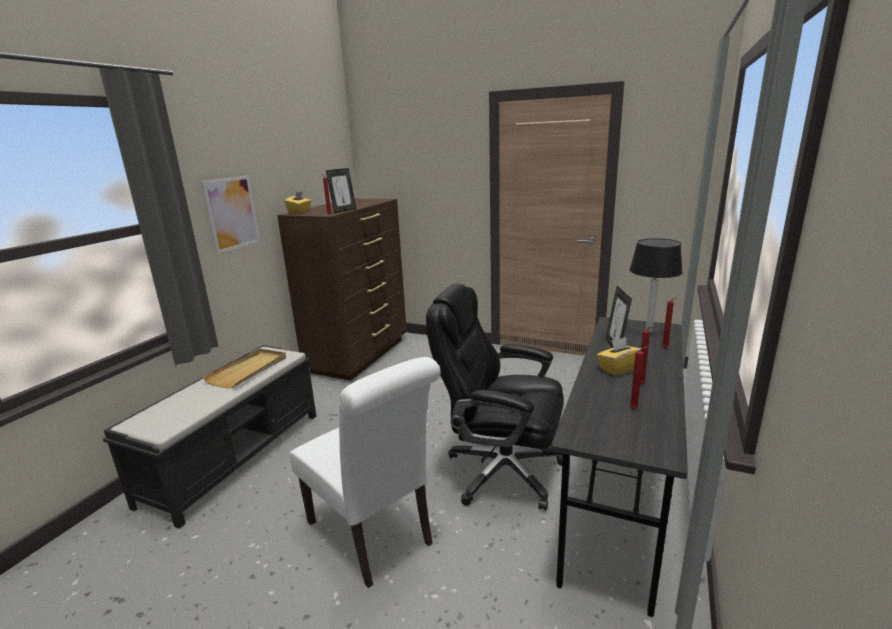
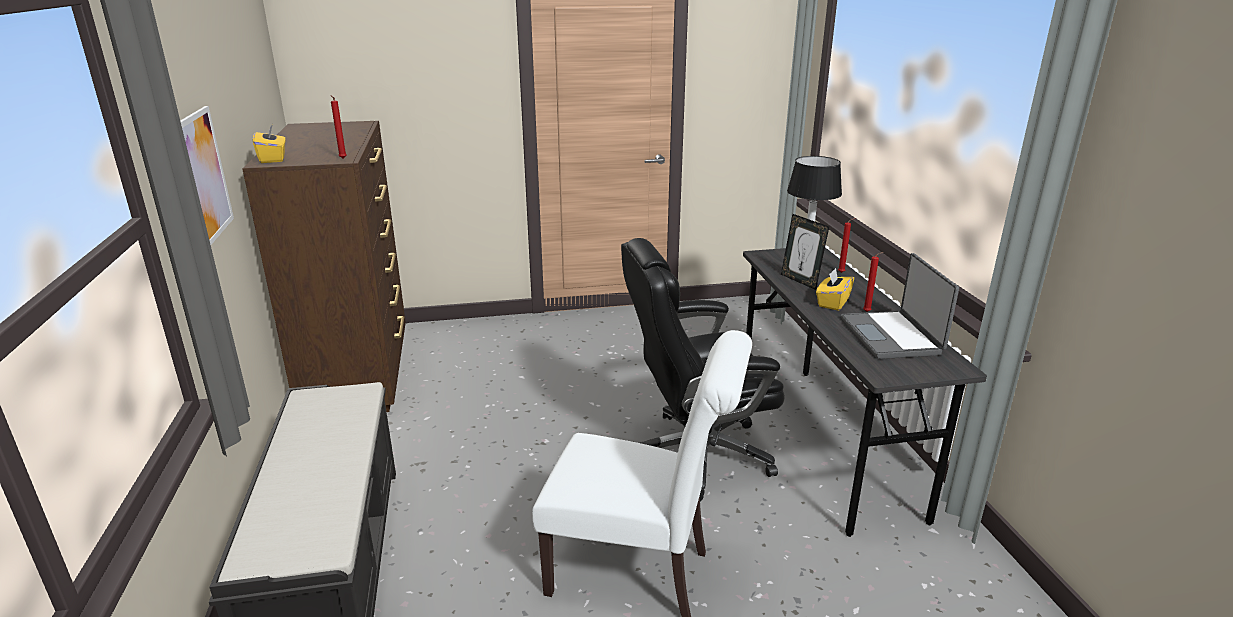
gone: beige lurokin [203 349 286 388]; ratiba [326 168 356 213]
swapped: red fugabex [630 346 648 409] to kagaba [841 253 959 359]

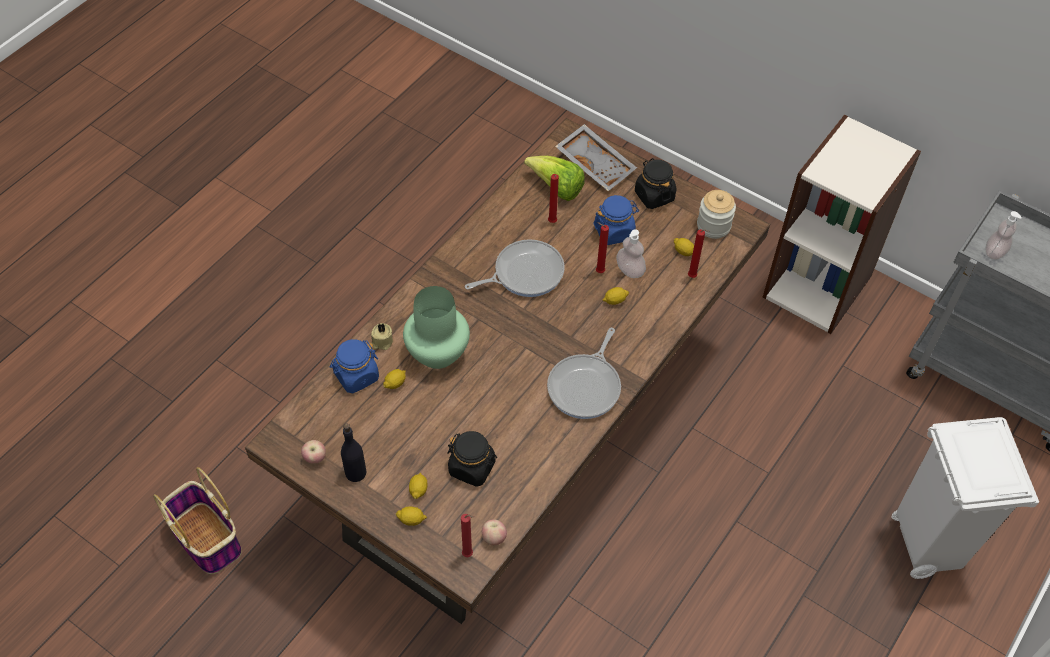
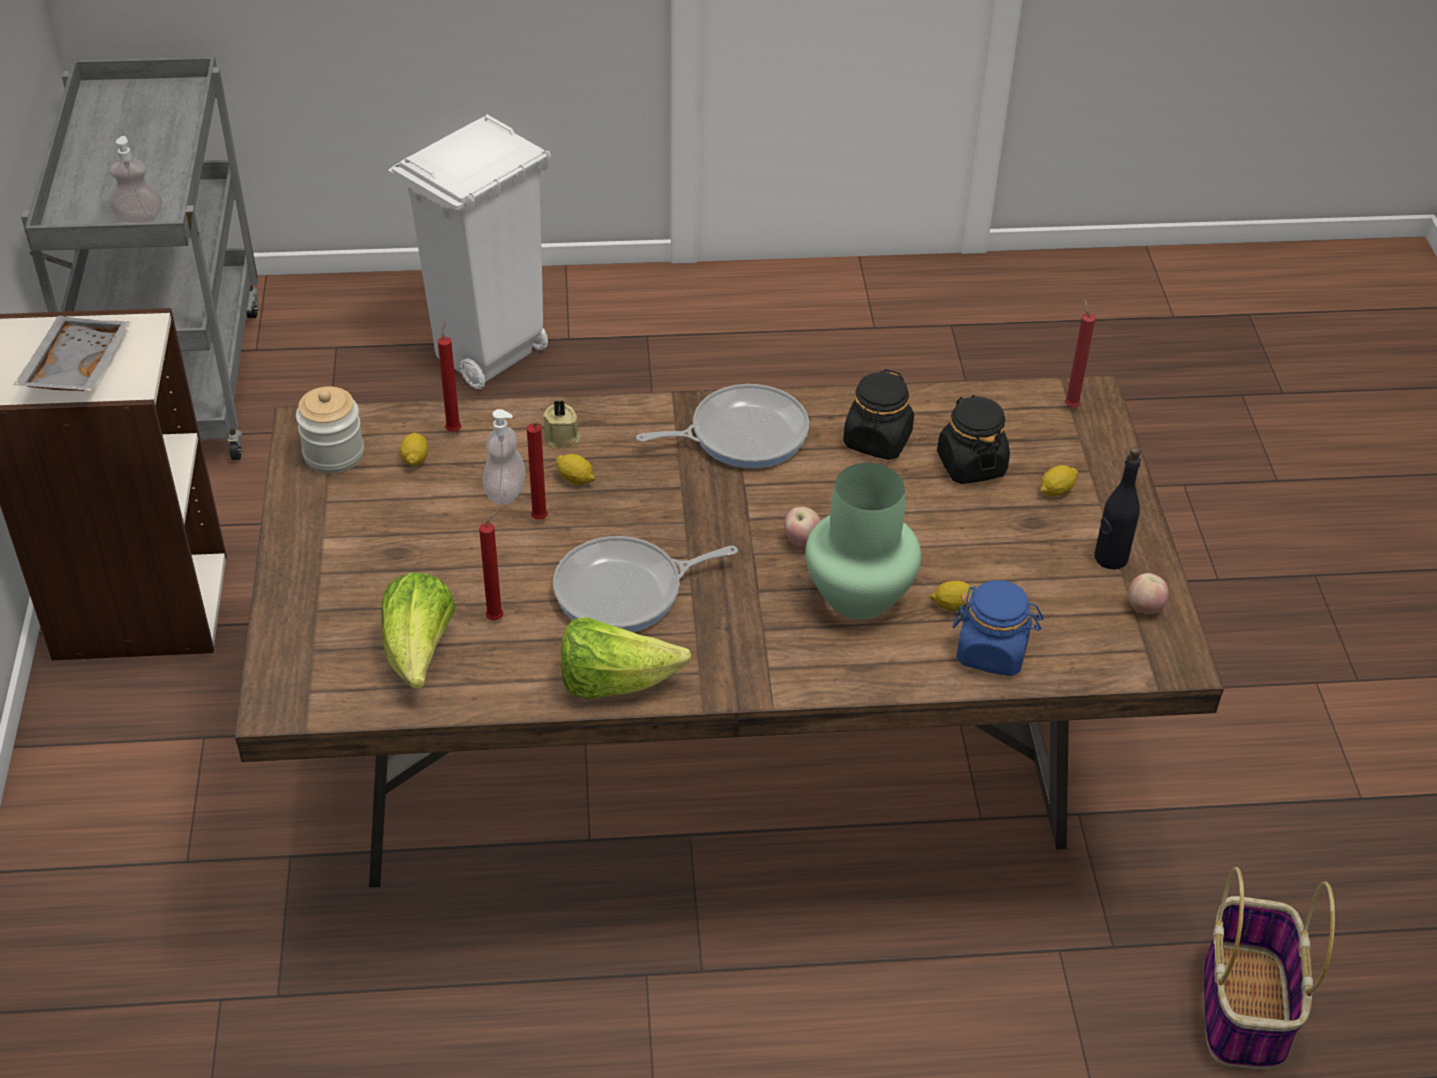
gone: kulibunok [395 506 427 526]; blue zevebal [593 195 639 245]
new: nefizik [561 617 691 699]
shifted: beige fugabex [371 323 393 350] to [543 400 581 448]; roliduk [482 520 507 546] to [784 507 821 547]; grey lurokin [555 124 637 191] to [14 316 132 391]; black zevebal [635 158 676 209] to [843 369 914 460]
rotated: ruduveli [465 239 565 297] = [553 536 738 632] 45 degrees counterclockwise

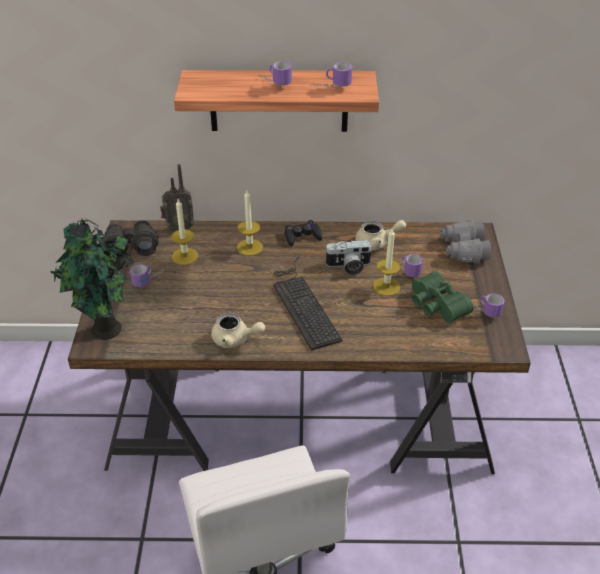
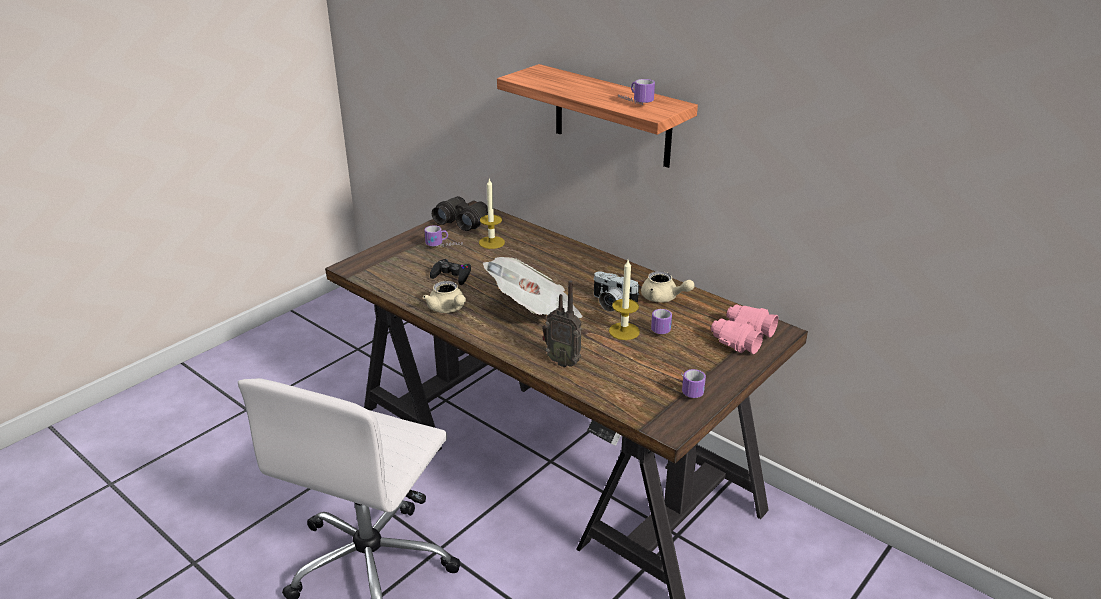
gone: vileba [51 219 134 340]; fugabex [237 191 263 256]; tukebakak [258 61 292 86]; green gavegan [412 271 474 323]
shifted: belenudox [160 164 194 231] to [542 280 582 367]; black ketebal [285 220 322 246] to [430 259 471 285]
swapped: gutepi [273 256 342 351] to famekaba [483 257 583 318]
repainted: grey gavegan [441 220 491 263] to pink gavegan [711 304 778 354]

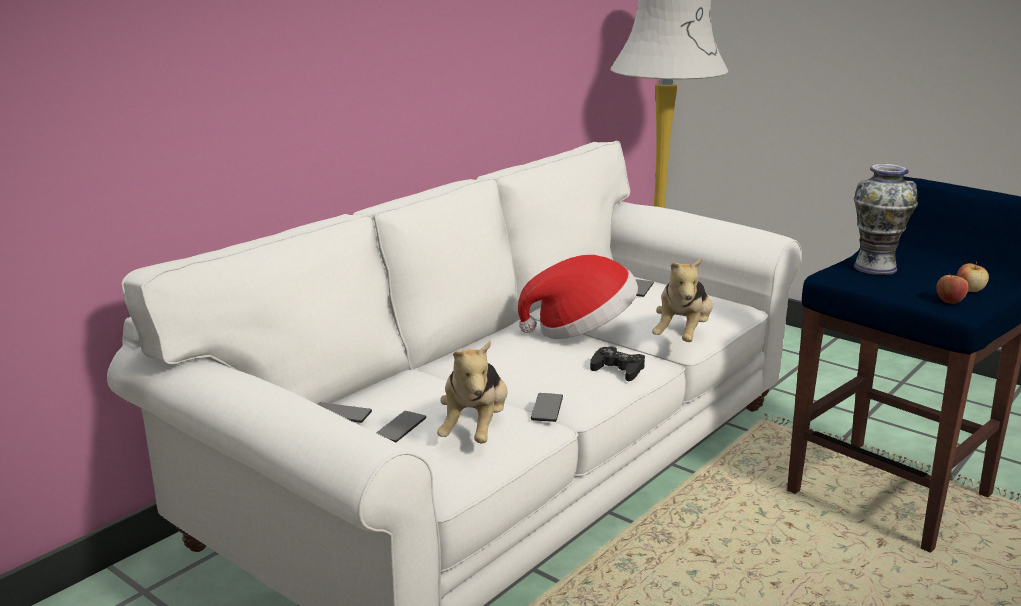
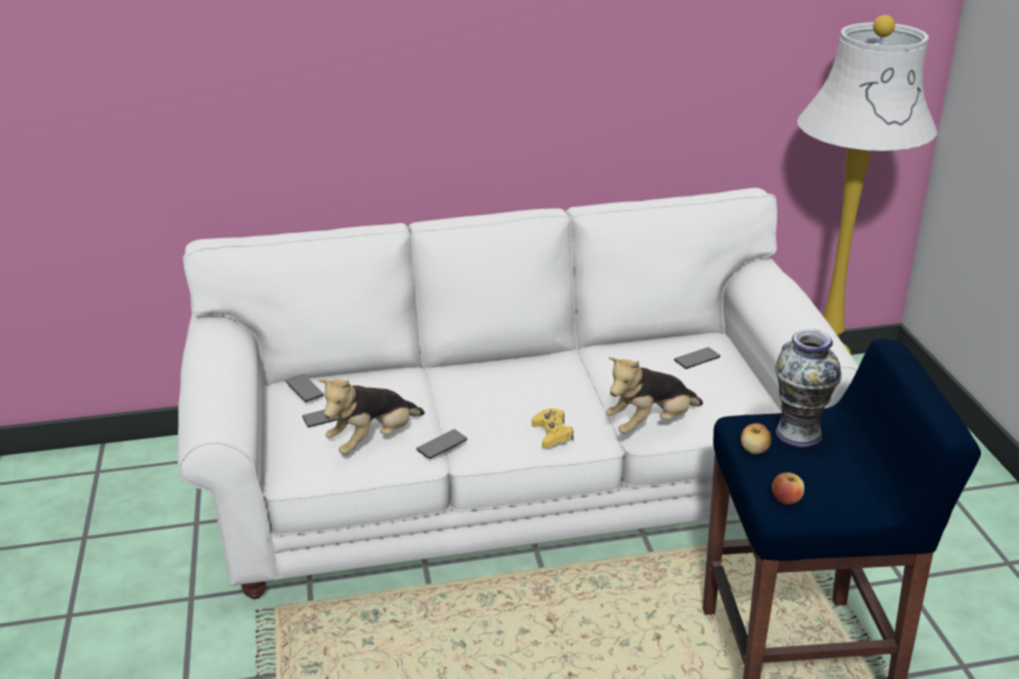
gone: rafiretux [518 255 638 339]
shifted: roliduk [957 262 989 292] to [741 423 771 454]
repainted: black ketebal [590 346 645 381] to yellow ketebal [532 408 574 449]

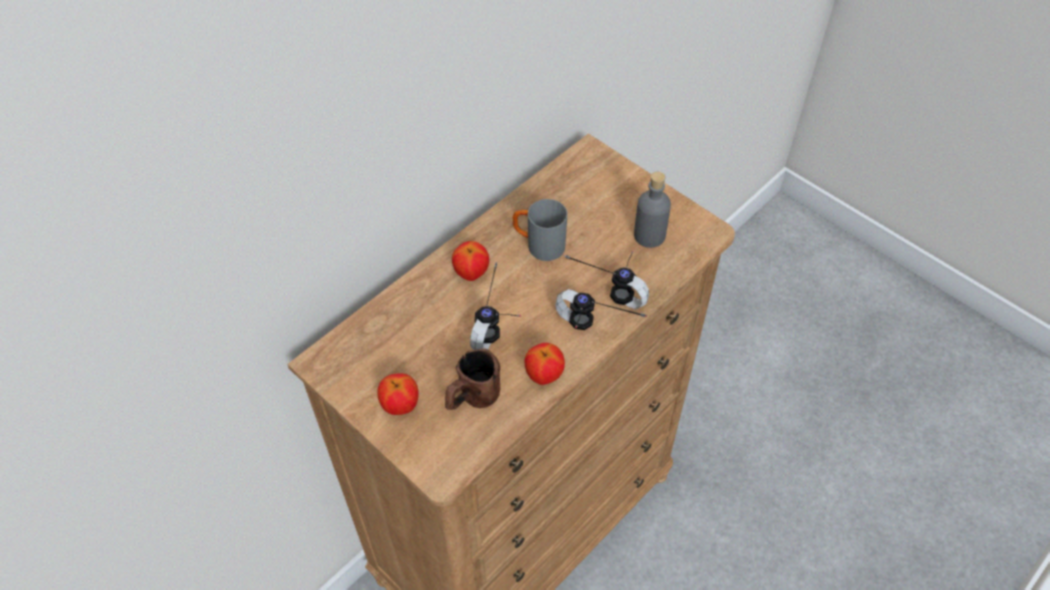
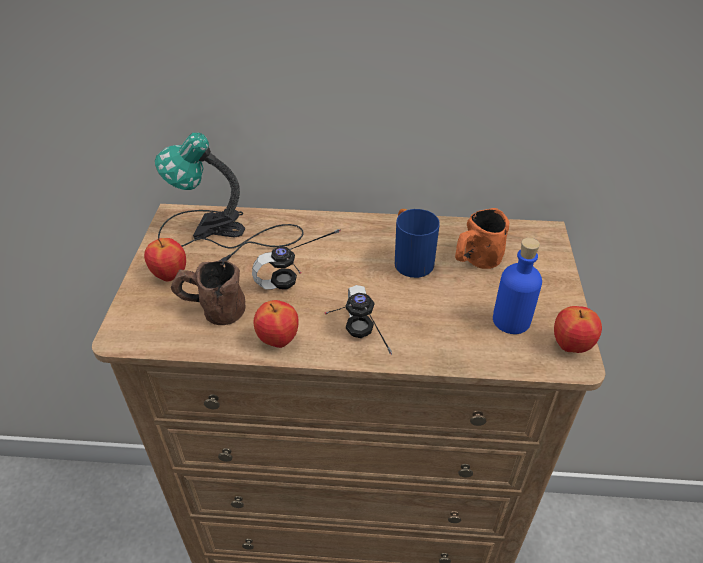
gone: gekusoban [564 251 649 309]
new: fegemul [155 132 304 265]; orange tukebakak [455 208 509 269]
shifted: roliduk [452 241 489 281] to [554 306 602 353]
repainted: grey tukebakak [513 199 568 261] to blue tukebakak [395 209 440 278]; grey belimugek [634 172 671 248] to blue belimugek [493 238 542 334]

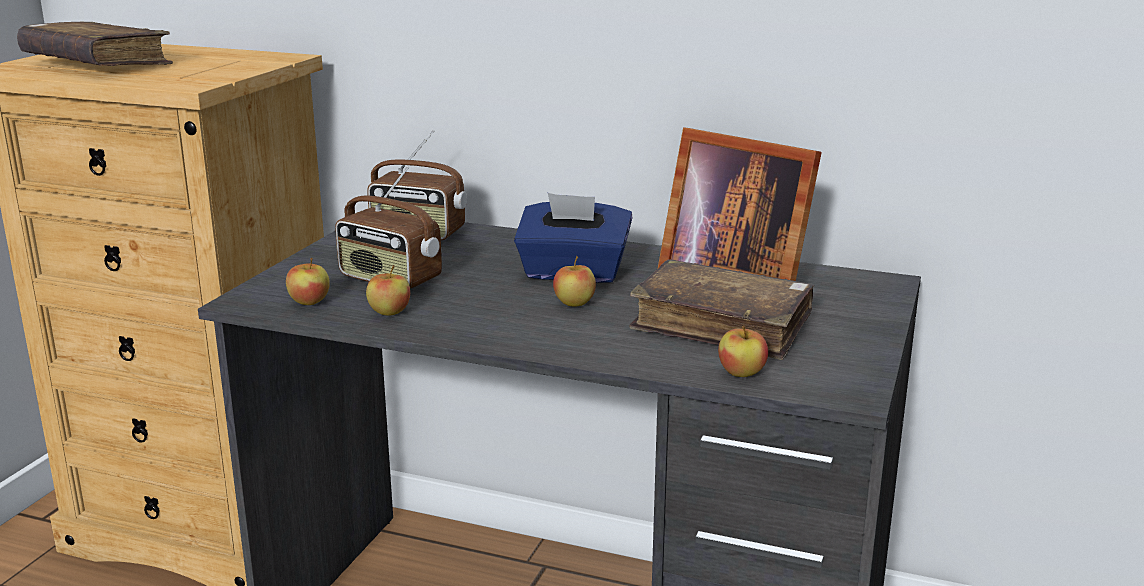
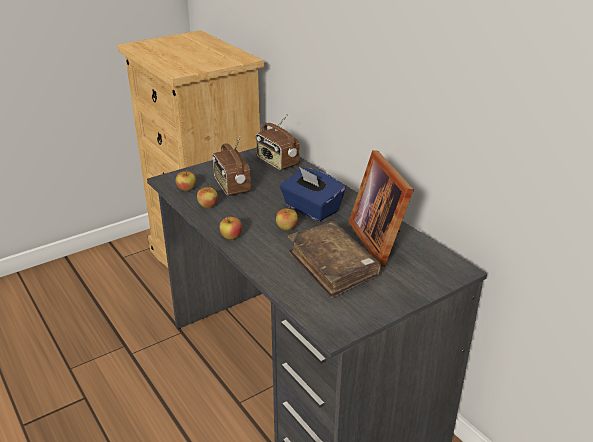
gone: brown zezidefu [17 22 173 66]
shifted: roliduk [718 326 768 377] to [219 217 242 239]

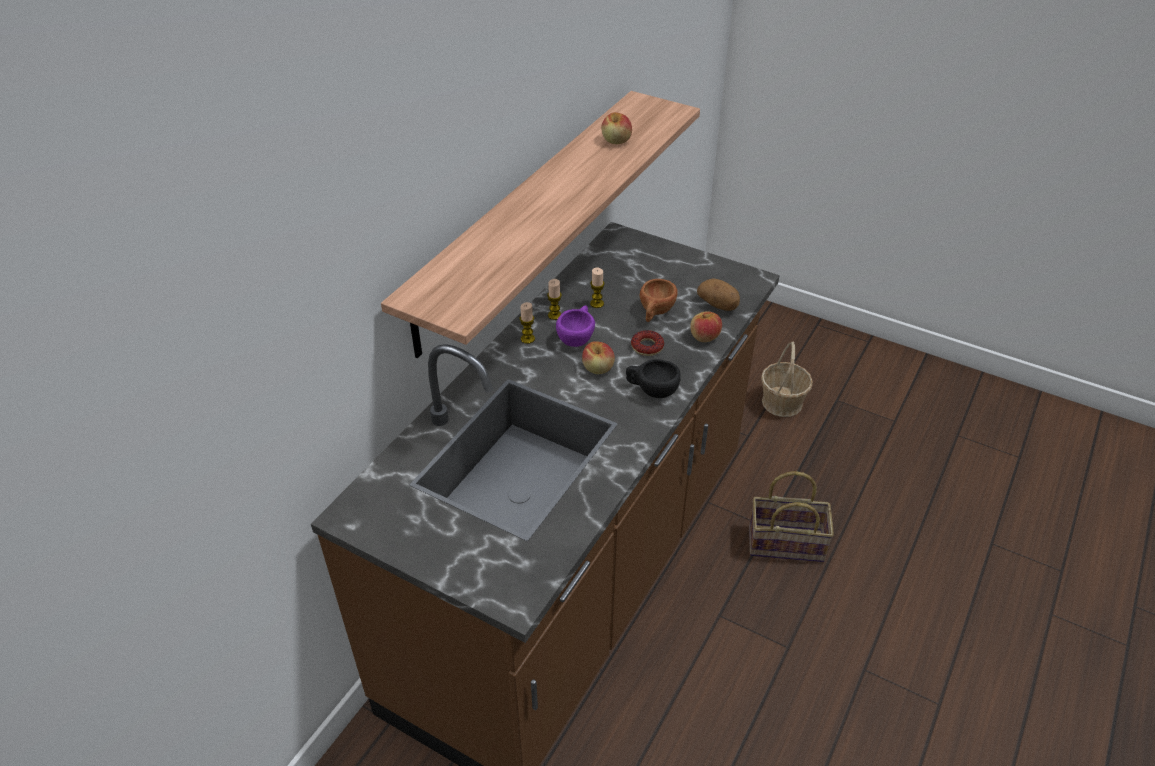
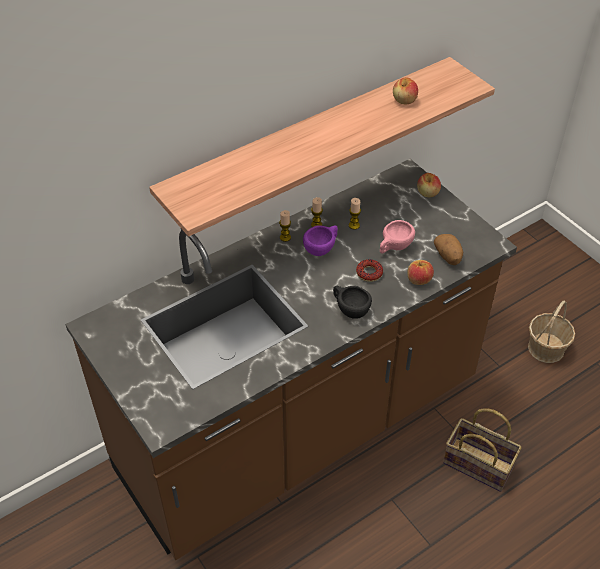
shifted: roliduk [582 341 615 374] to [417 173 441 197]
repainted: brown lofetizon [640 279 677 322] to pink lofetizon [380 220 415 254]

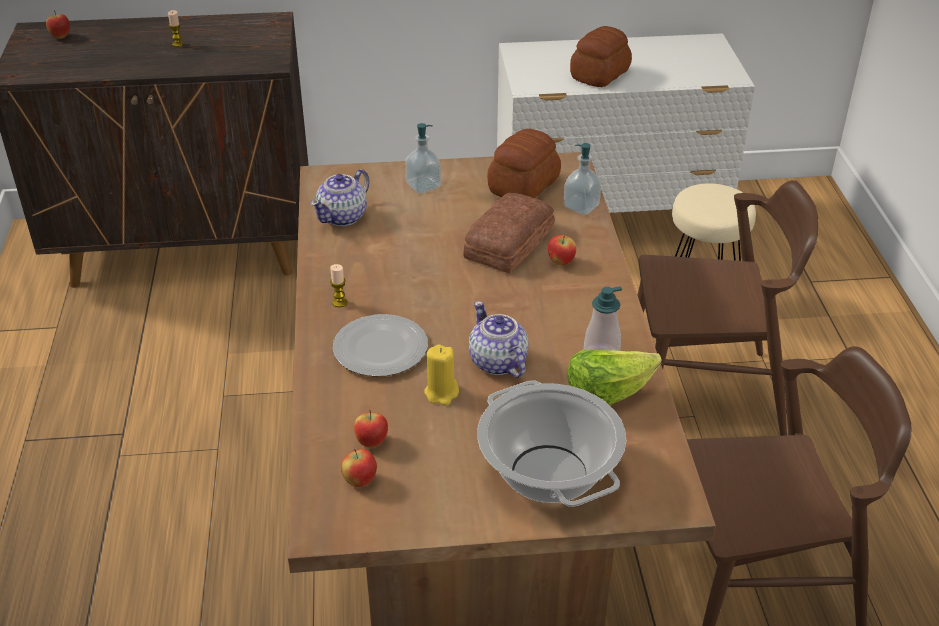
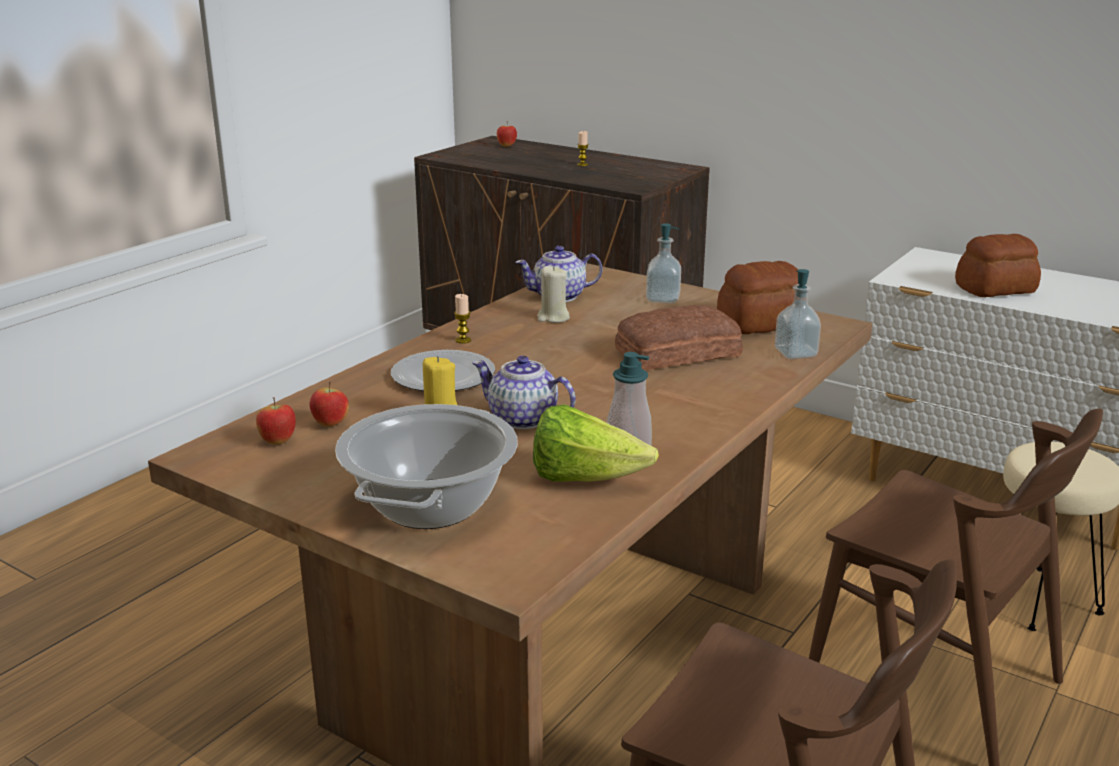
gone: roliduk [548 235 576 265]
new: beige fugabex [537 265 570 323]
rotated: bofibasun [469 301 528 378] = [473 356 576 429] 75 degrees counterclockwise

